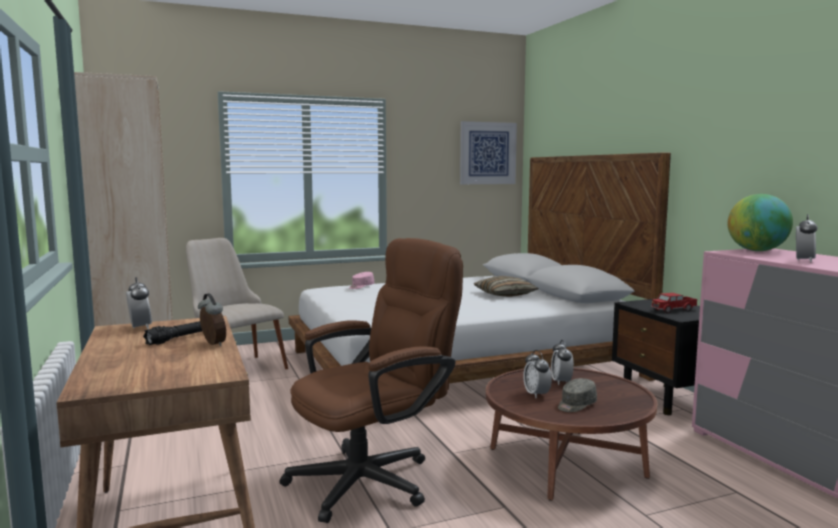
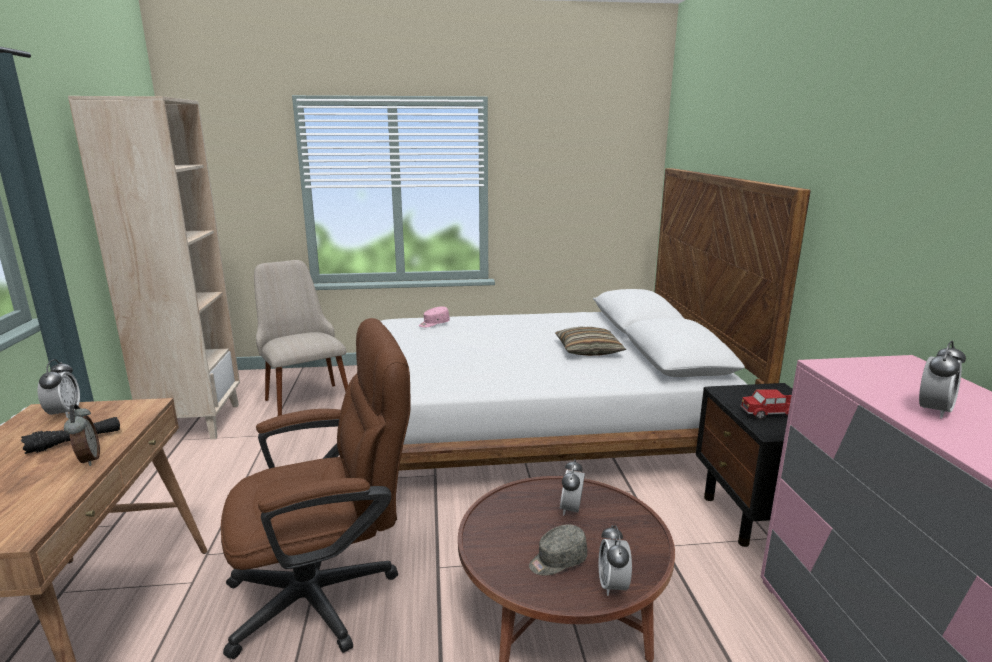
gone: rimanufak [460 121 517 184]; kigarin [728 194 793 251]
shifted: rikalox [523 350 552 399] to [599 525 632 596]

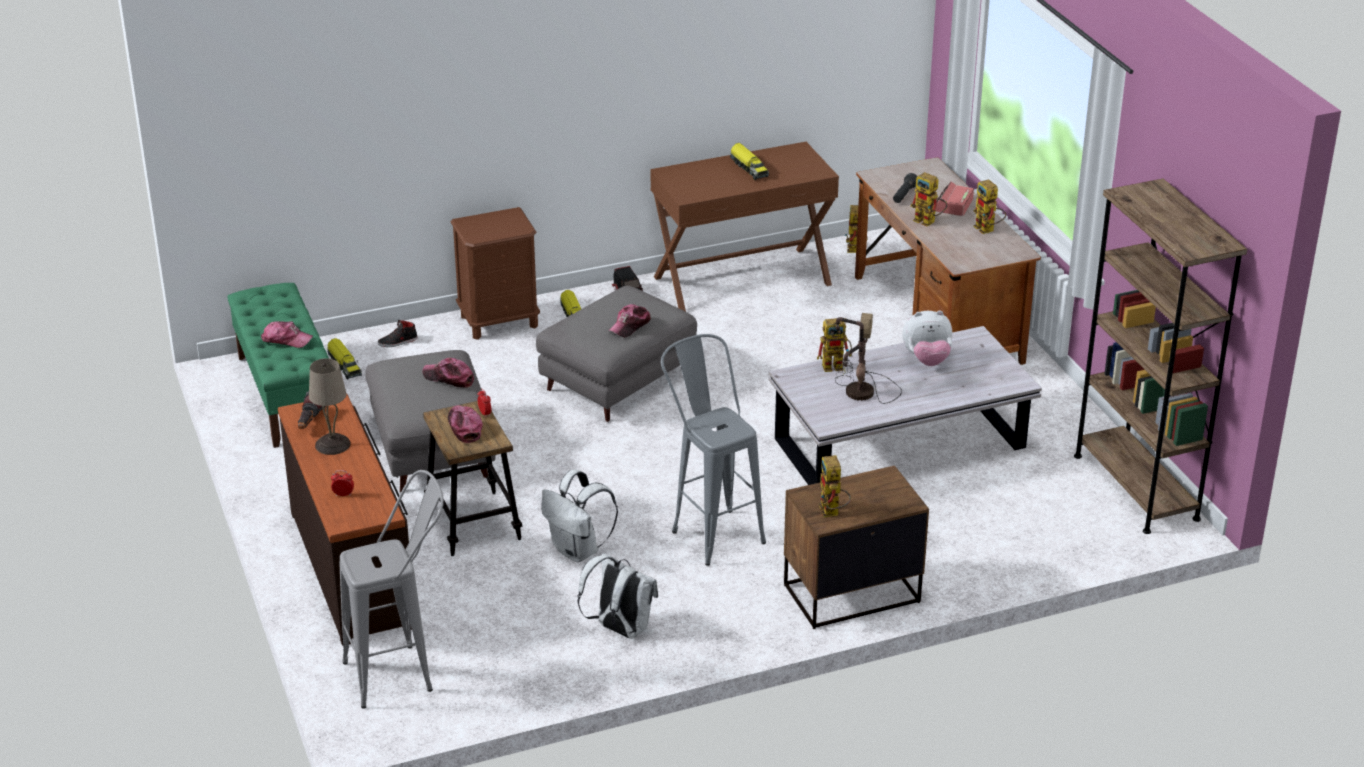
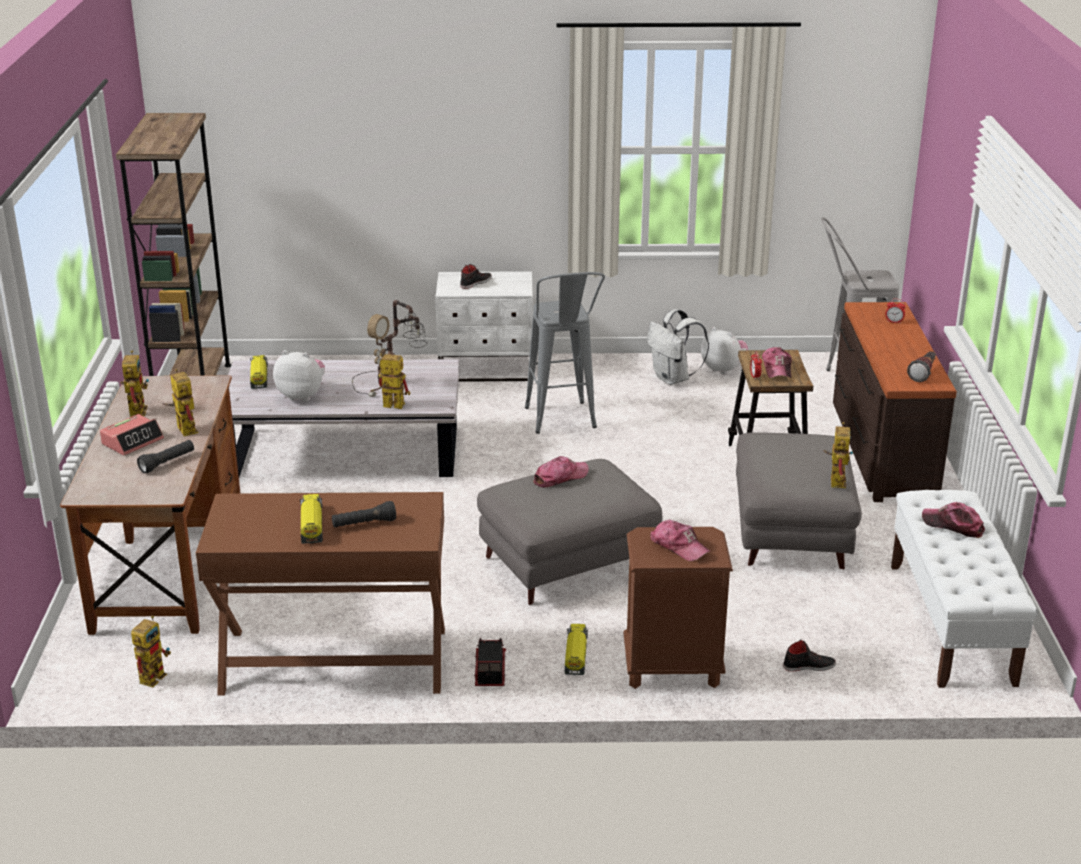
gone: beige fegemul [309 358 351 455]; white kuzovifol [541 469 618 562]
new: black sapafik [332 501 396 527]; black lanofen [460 264 492 289]; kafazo [701 327 748 375]
shifted: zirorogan [327 338 362 380] to [250 355 268 389]; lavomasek [422 358 474 388] to [650 520 710 561]; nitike [818 455 851 517] to [823 422 853 488]
repainted: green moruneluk [227 283 329 448] to white moruneluk [891 490 1038 688]; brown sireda [784 465 929 629] to white sireda [435 271 533 382]

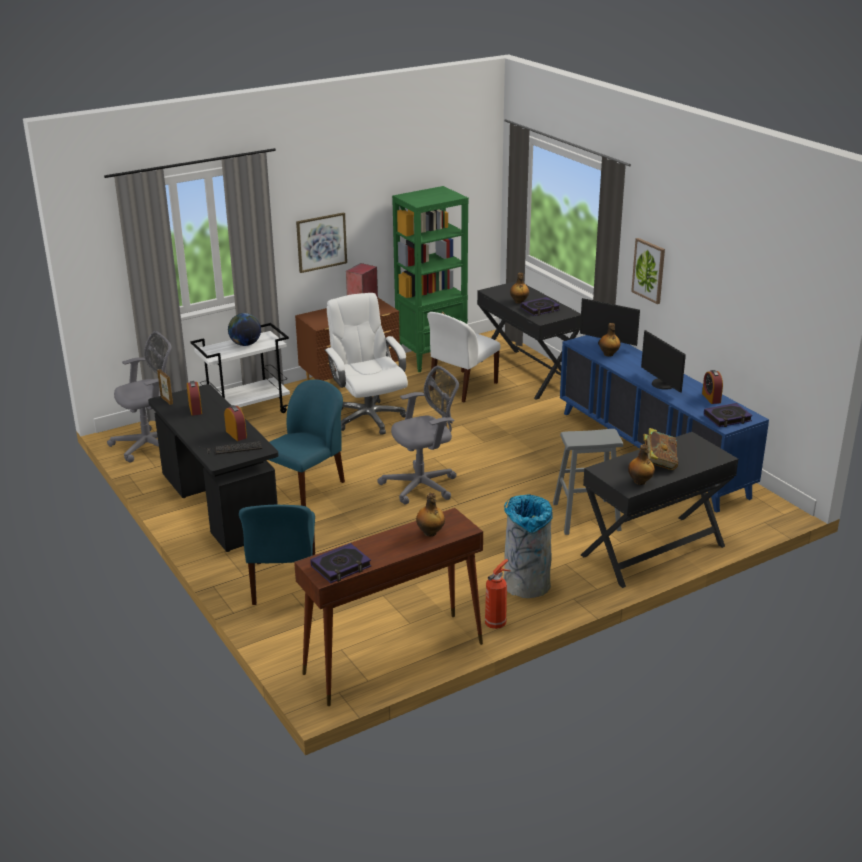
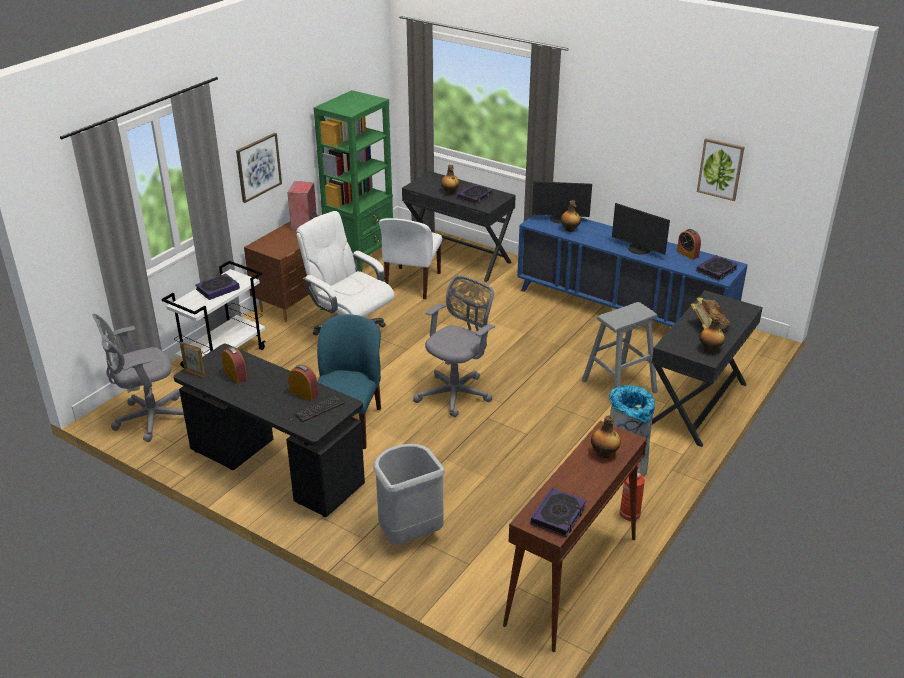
shifted: rimanufak [631 238 665 304] to [697 138 745 201]
swapped: kigarin [228 313 261 346] to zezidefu [195 273 240 300]; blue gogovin [239 505 315 605] to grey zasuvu [373 444 445 545]
rotated: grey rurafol [107 331 172 462] = [92 314 184 442] 150 degrees counterclockwise

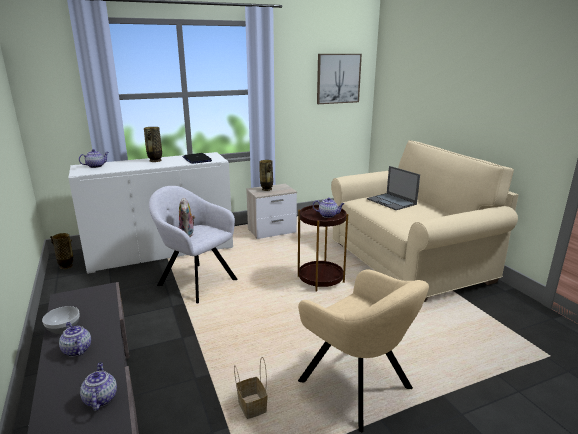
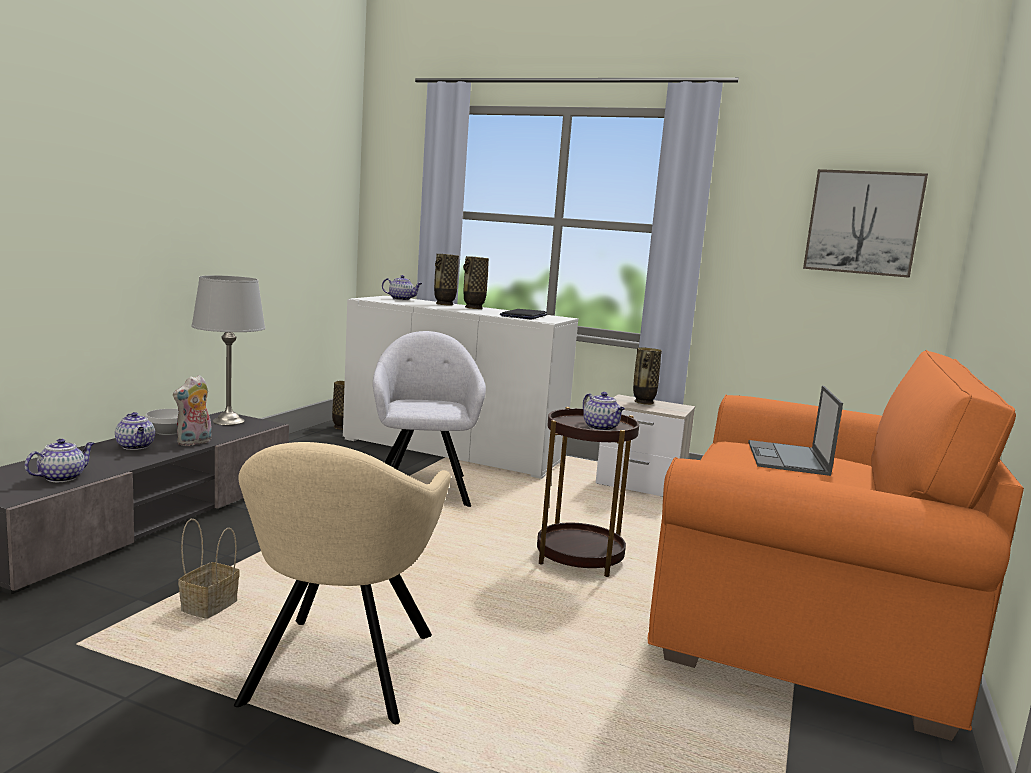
new: grey fegemul [191 275 265 425]; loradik [434 254 459 305]
shifted: kafazo [179 197 195 237] to [173 375 212 446]
repainted: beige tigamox [331 140 519 302] to orange tigamox [648 350 1024 741]
rotated: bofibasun [59 322 91 357] = [115 412 155 450] 135 degrees clockwise

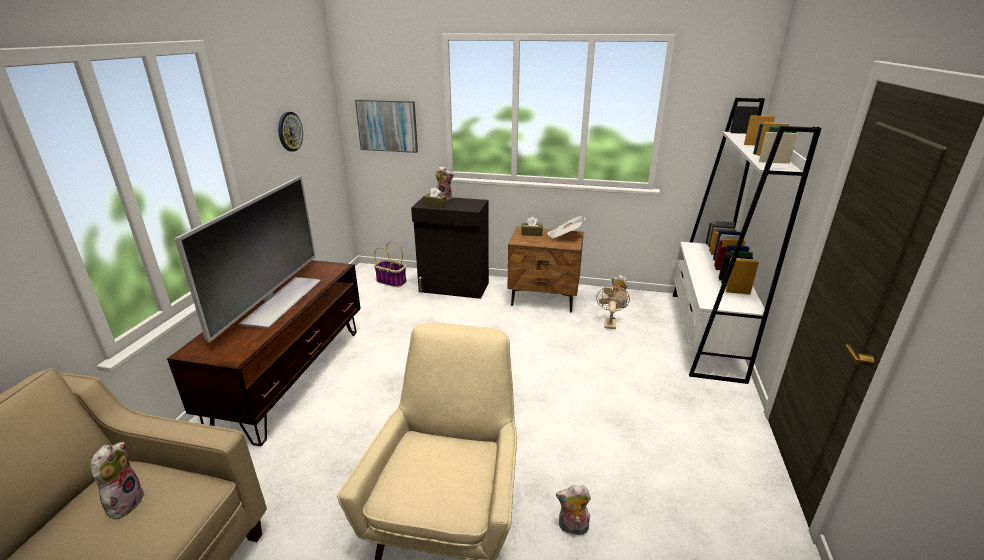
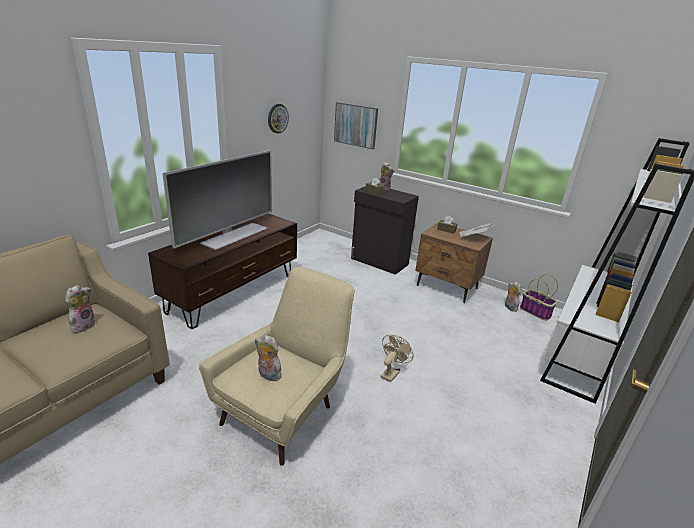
shifted: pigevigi [374 241 407 287] to [520 274 558 321]; kafazo [556 485 591 538] to [255 335 285 381]; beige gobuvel [596 286 630 329] to [380 335 413 382]

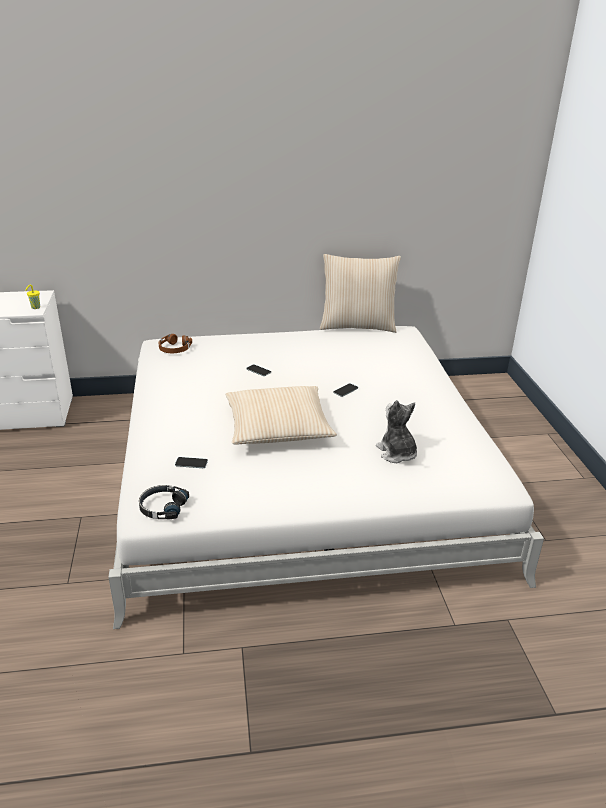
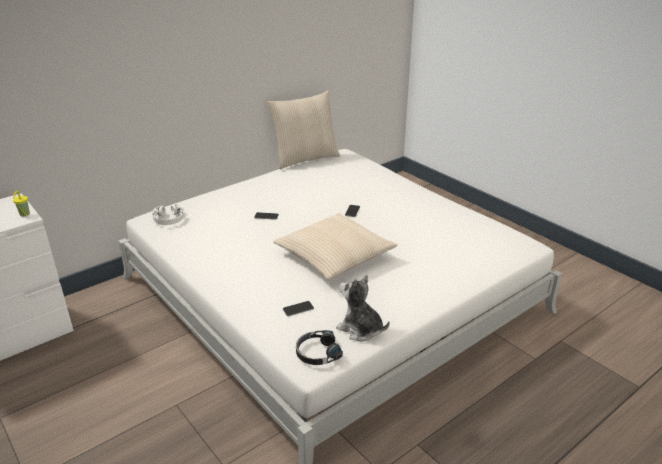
shifted: kafazo [376 400 417 463] to [336 275 390 342]
repainted: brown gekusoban [158 334 192 353] to white gekusoban [152 204 184 225]

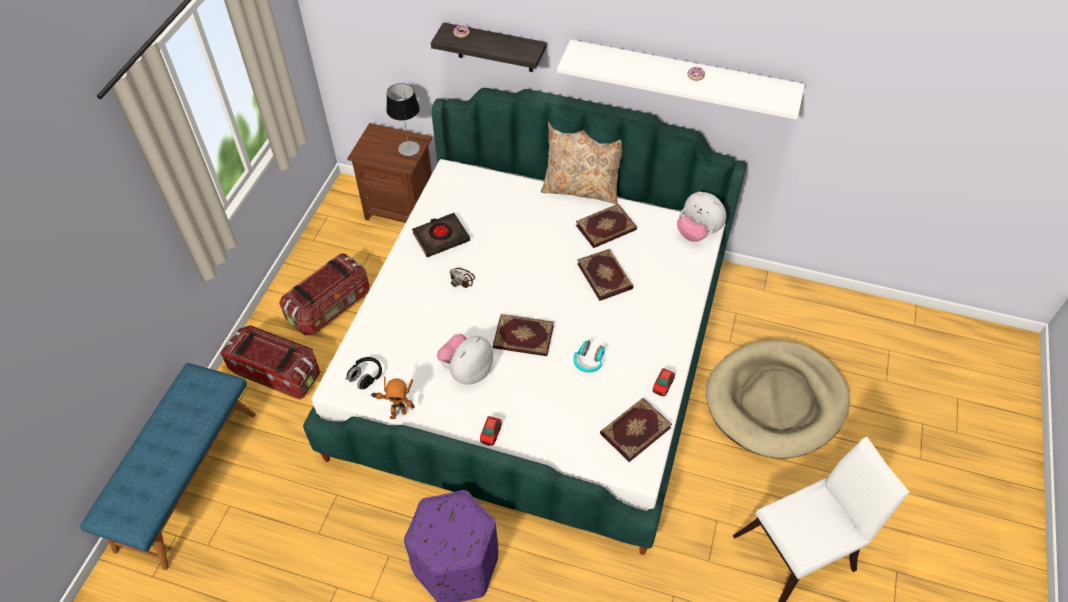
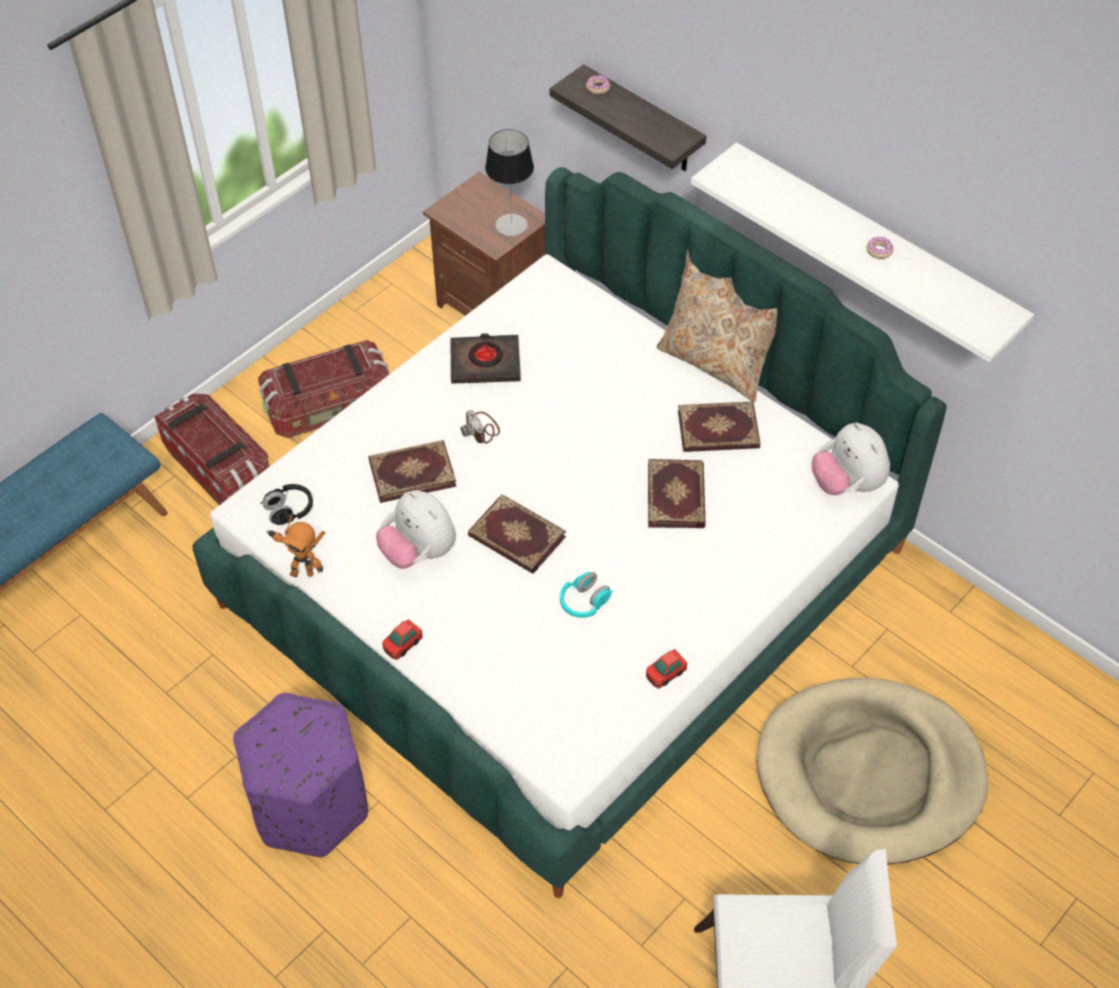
shifted: zezidefu [600 398 672 462] to [368 440 456 503]
rotated: kafazo [437 334 493 385] = [376 490 456 569] 105 degrees counterclockwise

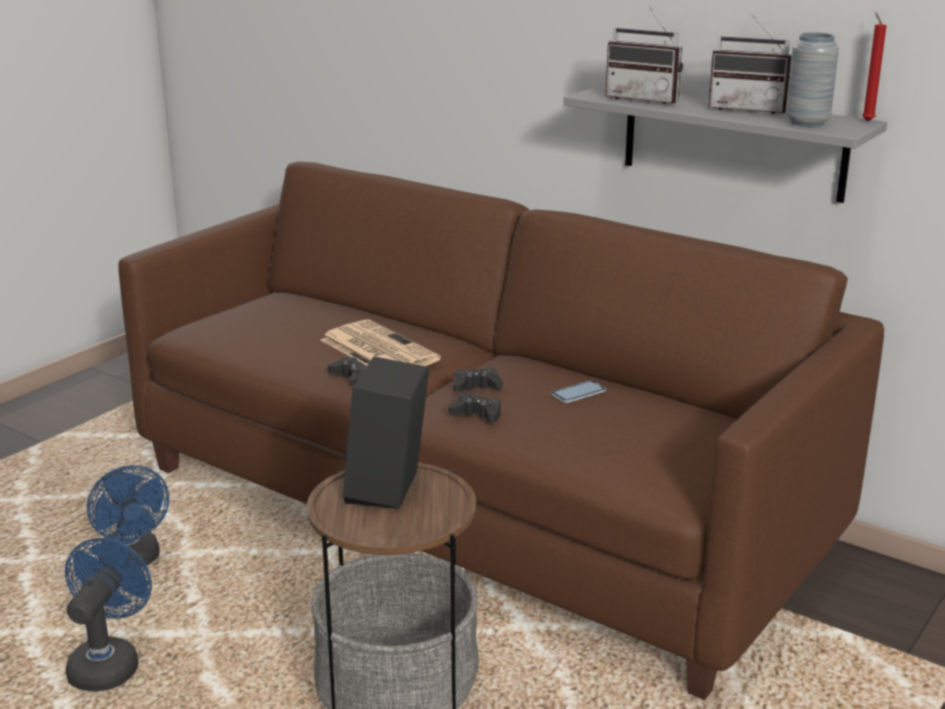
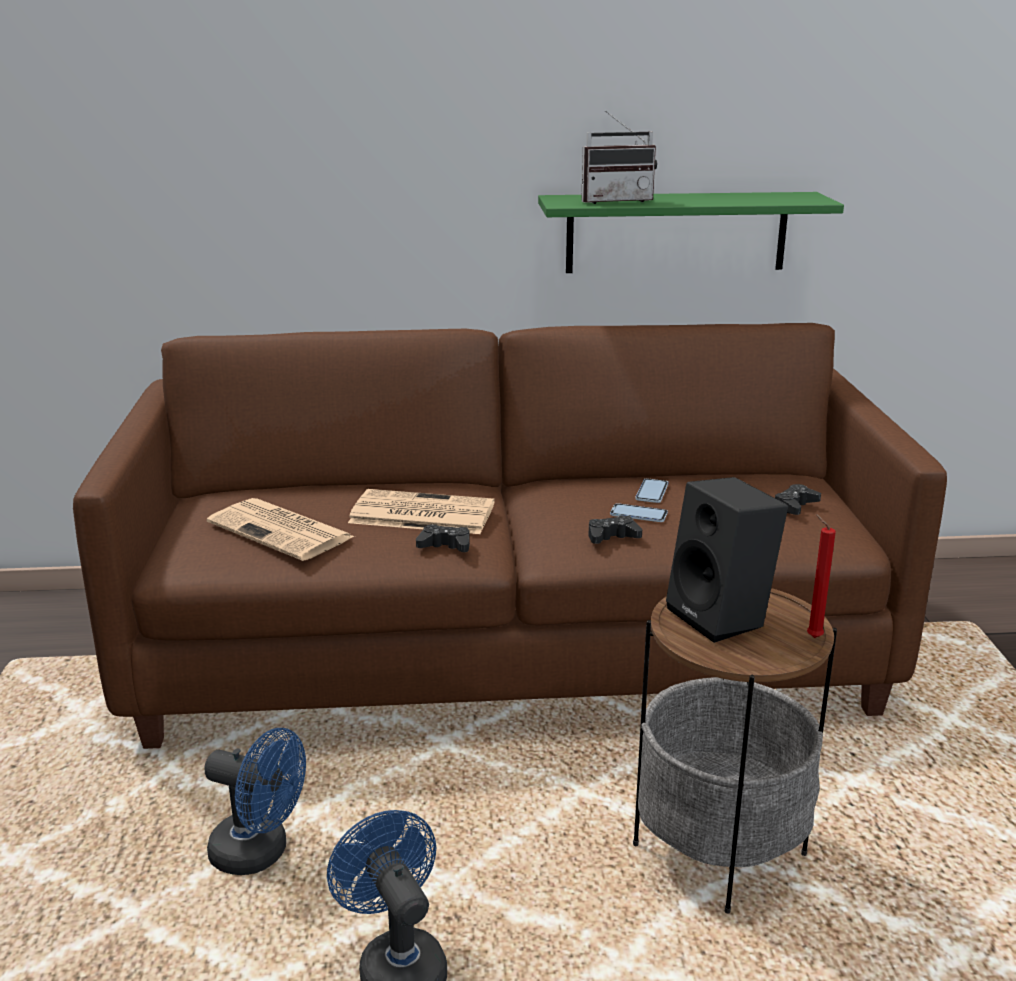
gone: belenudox [708 14 792 114]; grey loradik [786 32 839 127]
new: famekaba [207 498 355 561]; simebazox [610 503 668 522]
shifted: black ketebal [454 368 502 392] to [775 484 821 515]; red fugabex [862 12 886 121] to [807 514 836 638]
repainted: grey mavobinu [563 84 887 203] to green mavobinu [538 192 844 273]

